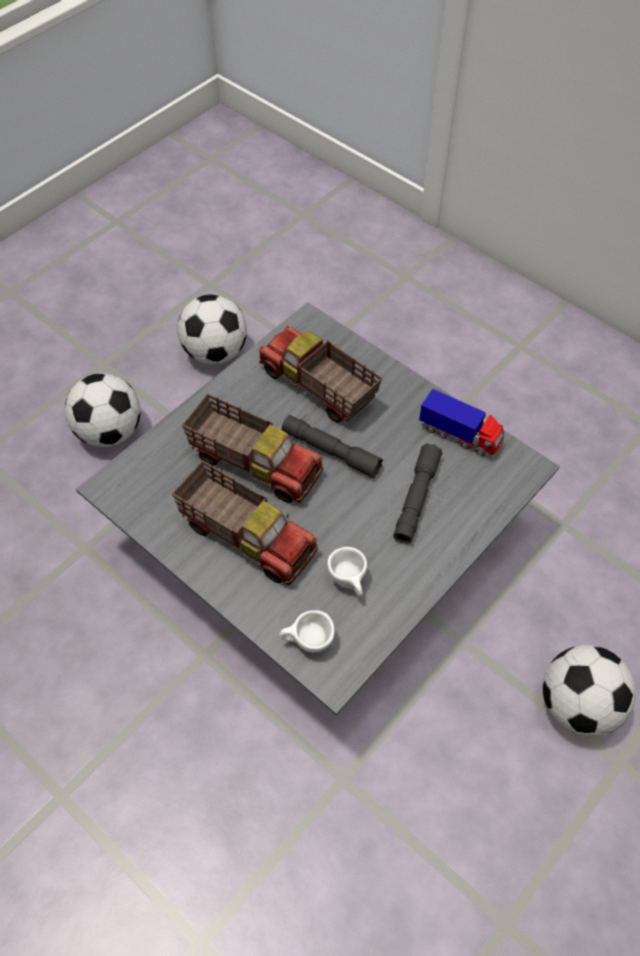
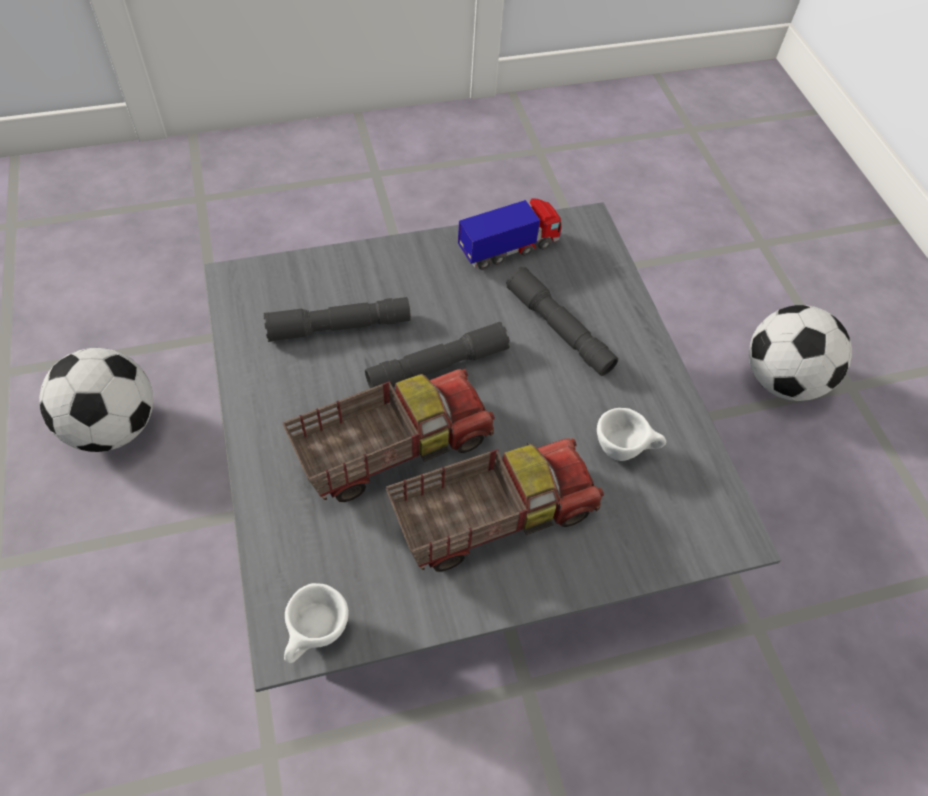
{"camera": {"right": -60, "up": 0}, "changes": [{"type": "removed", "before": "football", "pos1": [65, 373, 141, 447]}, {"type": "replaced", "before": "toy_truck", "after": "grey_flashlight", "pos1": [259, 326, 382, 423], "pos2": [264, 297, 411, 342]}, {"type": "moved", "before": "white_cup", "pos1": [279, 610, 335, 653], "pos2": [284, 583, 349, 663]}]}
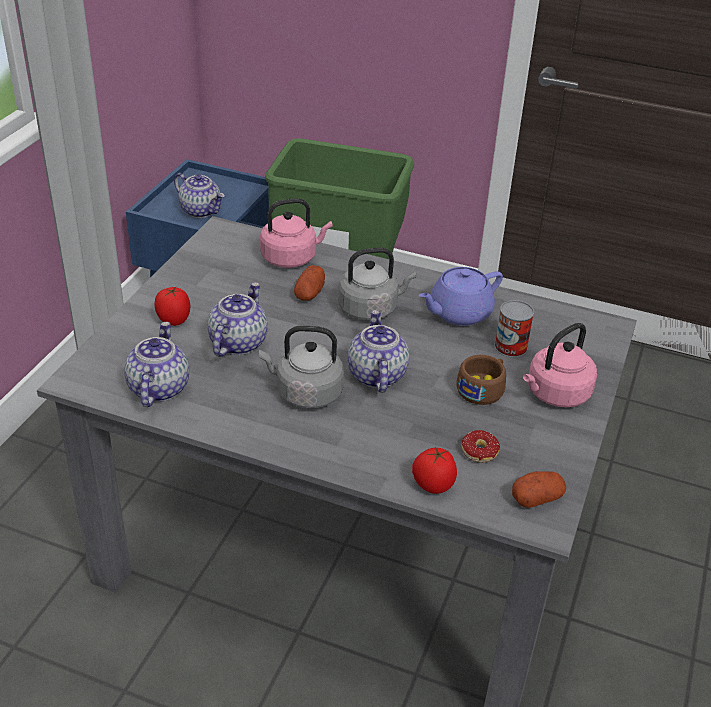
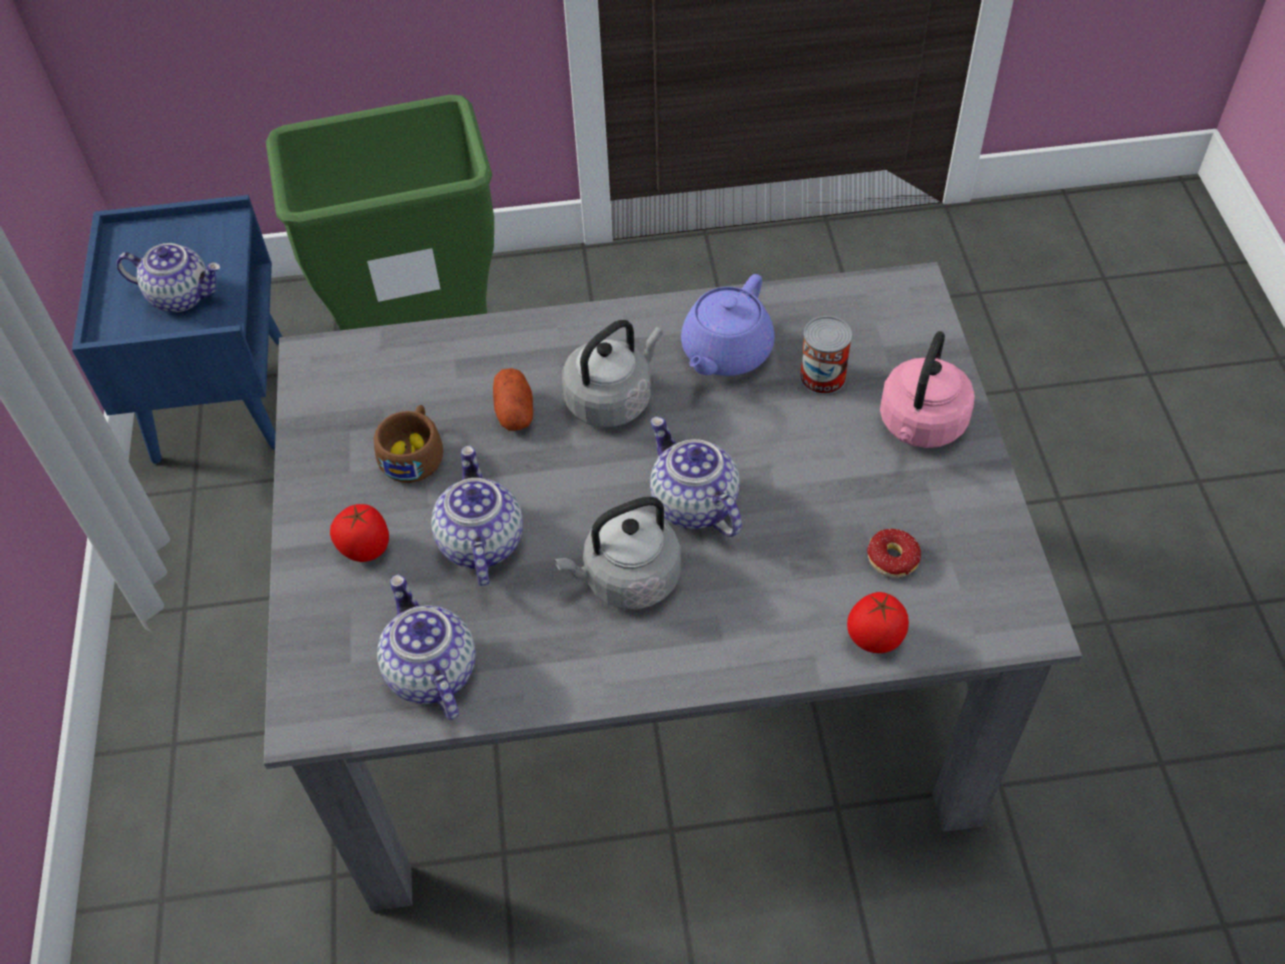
{"camera": {"right": -25, "up": 15}, "changes": [{"type": "removed", "before": "pink_kettle", "pos1": [260, 198, 333, 268]}, {"type": "moved", "before": "brown_cup", "pos1": [456, 355, 506, 405], "pos2": [374, 405, 443, 483]}, {"type": "removed", "before": "potato", "pos1": [512, 471, 566, 508]}]}
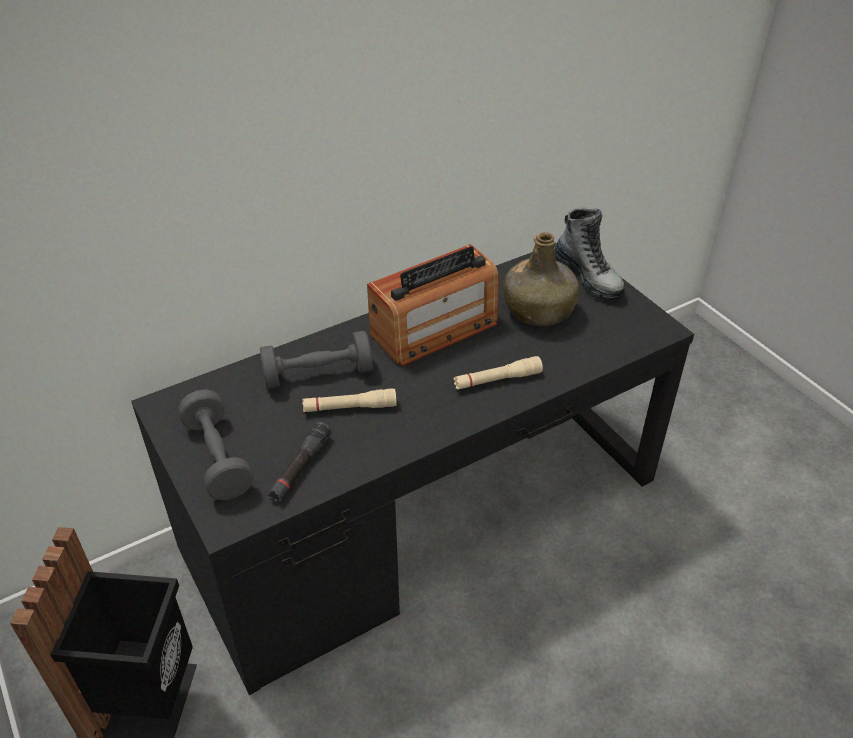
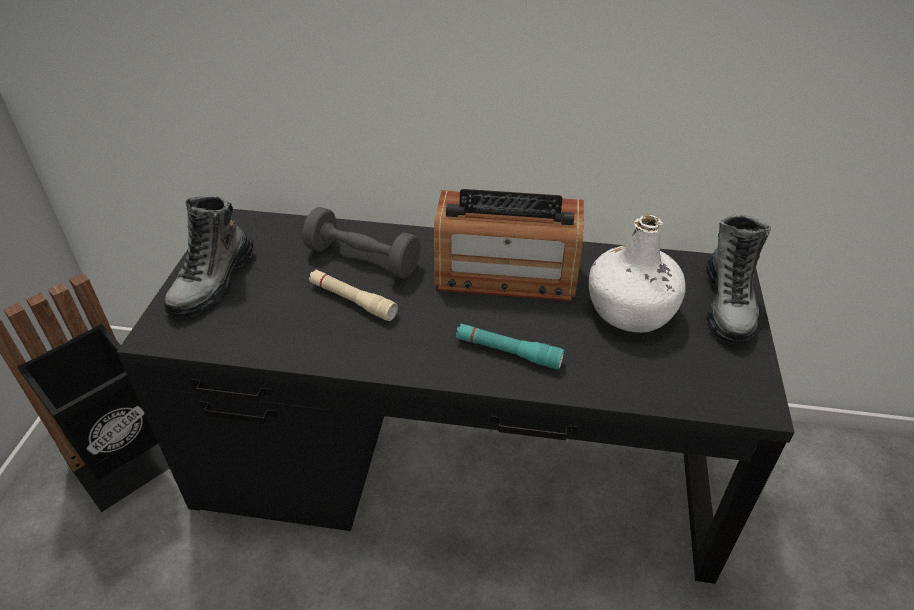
{"camera": {"right": 40, "up": 0}, "changes": [{"type": "replaced", "before": "grey_dumbbell", "after": "boot", "pos1": [178, 389, 254, 500], "pos2": [164, 195, 254, 316]}, {"type": "removed", "before": "black_flashlight", "pos1": [268, 422, 332, 502]}, {"type": "recoloured", "before": "beige_flashlight", "after": "turquoise_flashlight", "pos1": [454, 356, 543, 390], "pos2": [456, 323, 564, 370]}, {"type": "recoloured", "before": "green_bottle", "after": "white_bottle", "pos1": [503, 233, 580, 326], "pos2": [589, 215, 686, 332]}]}
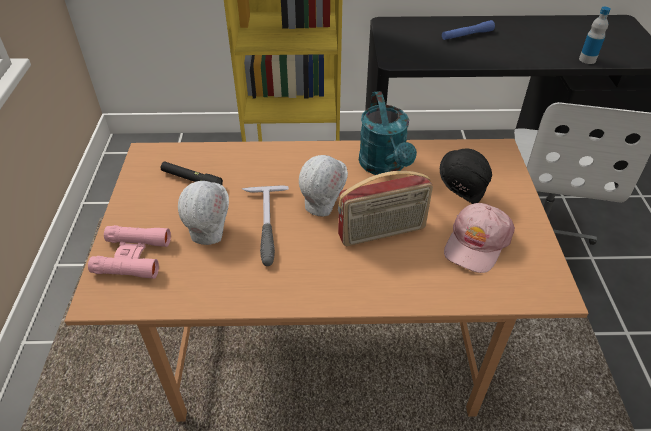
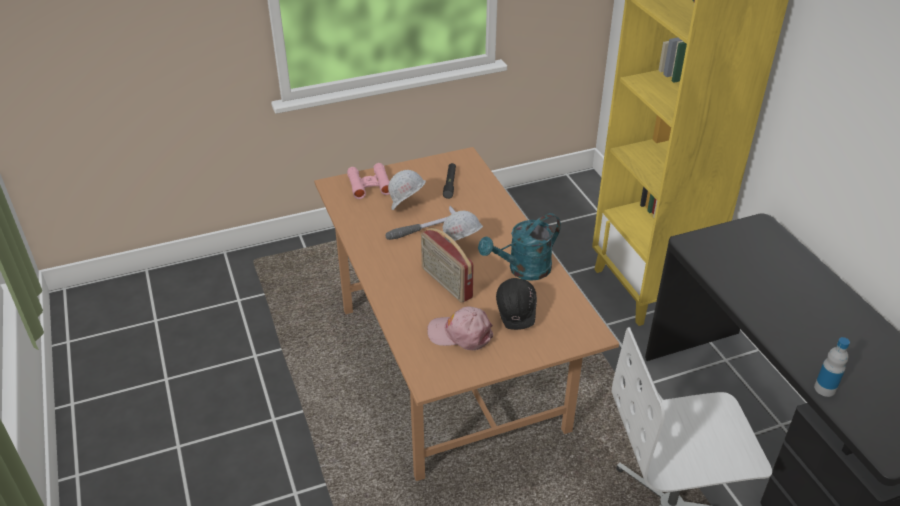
{"camera": {"right": 70, "up": -5}, "changes": [{"type": "removed", "before": "blue_flashlight", "pos1": [442, 20, 495, 40]}]}
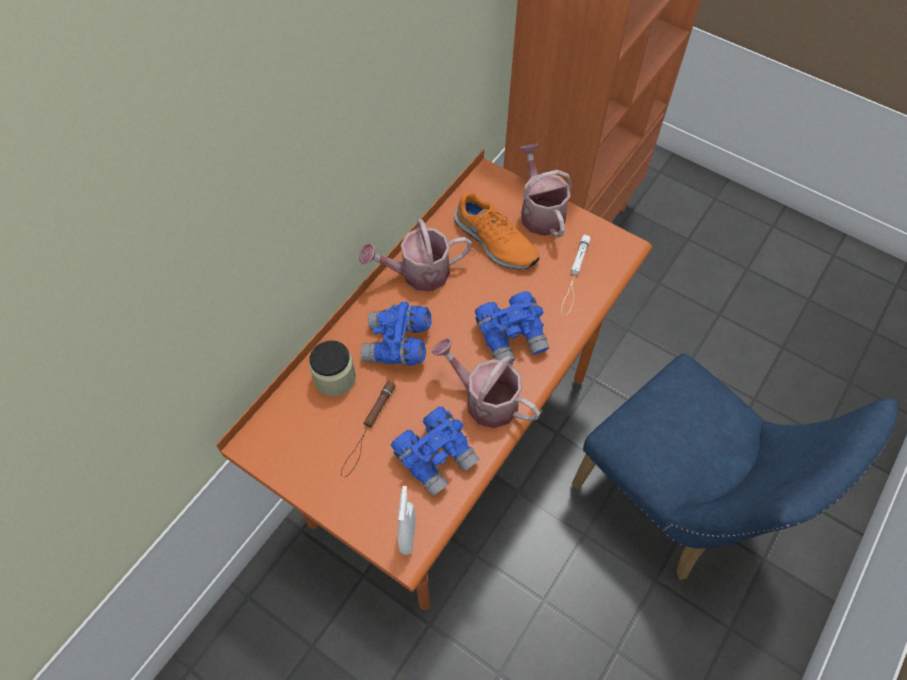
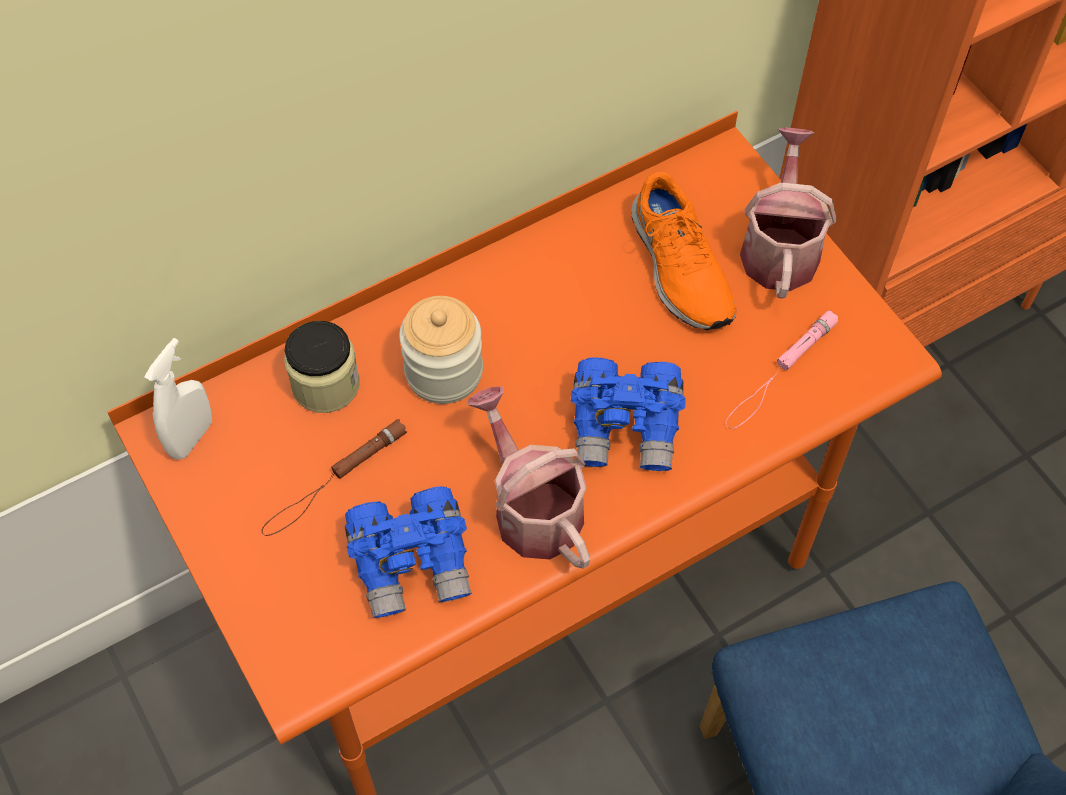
{"camera": {"right": 25, "up": 0}, "changes": [{"type": "removed", "before": "watering_can", "pos1": [359, 219, 472, 291]}, {"type": "replaced", "before": "blue_binoculars", "after": "jar", "pos1": [361, 302, 431, 365], "pos2": [399, 296, 483, 404]}, {"type": "moved", "before": "white_spray_bottle", "pos1": [398, 486, 416, 555], "pos2": [144, 338, 212, 459]}, {"type": "recoloured", "before": "white_flashlight", "after": "pink_flashlight", "pos1": [561, 235, 591, 315], "pos2": [725, 310, 838, 429]}]}
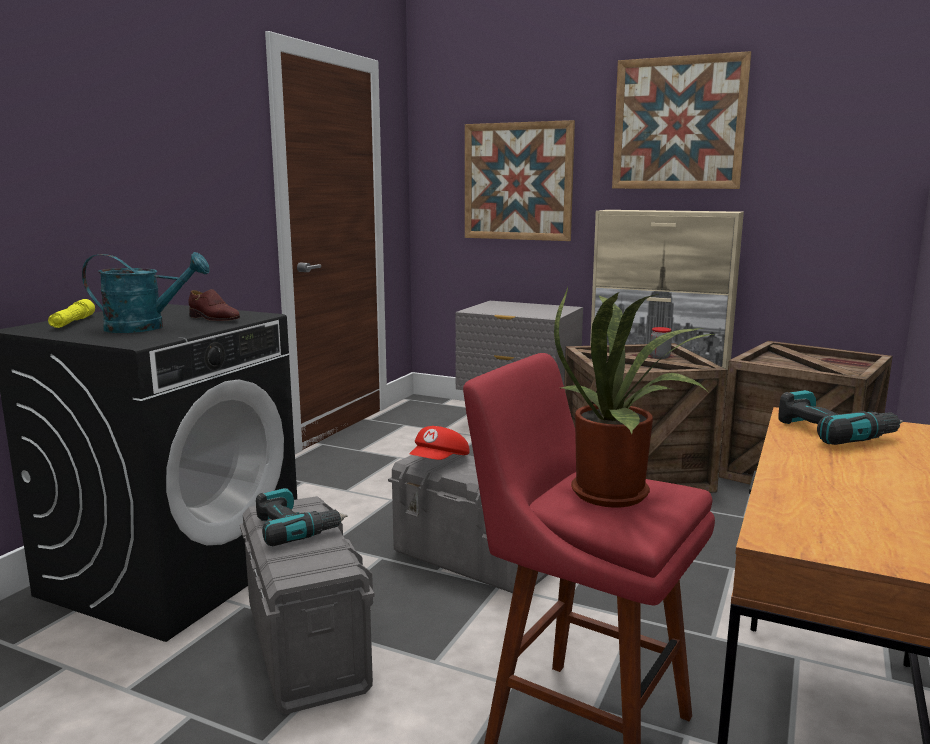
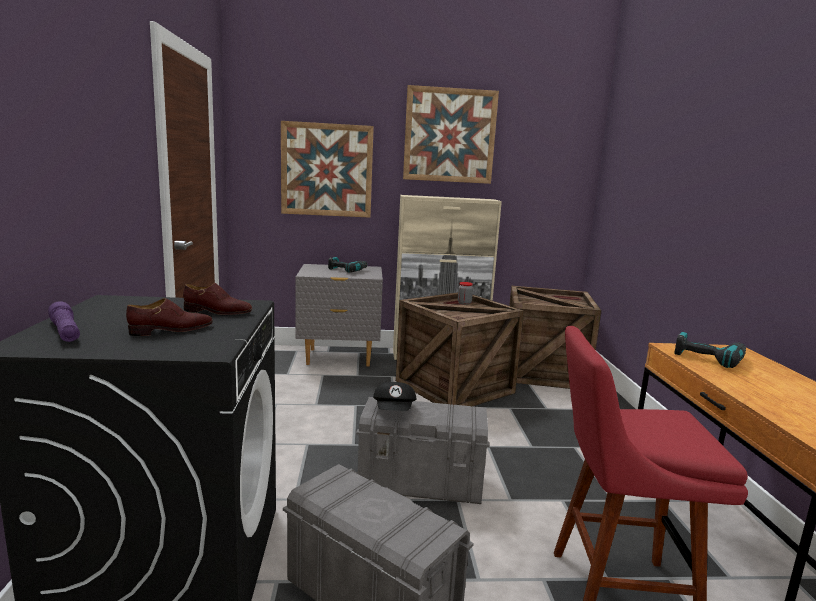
{"camera": {"right": -30, "up": 0}, "changes": [{"type": "recoloured", "before": "yellow_flashlight", "after": "purple_flashlight", "pos1": [48, 299, 95, 328], "pos2": [48, 301, 80, 342]}, {"type": "replaced", "before": "turquoise_watering_can", "after": "brown_shoe", "pos1": [82, 252, 209, 333], "pos2": [126, 298, 213, 336]}, {"type": "moved", "before": "power_drill", "pos1": [256, 488, 348, 546], "pos2": [328, 257, 368, 273]}, {"type": "recoloured", "before": "red_cap", "after": "black_cap", "pos1": [409, 426, 470, 460], "pos2": [373, 382, 416, 411]}, {"type": "removed", "before": "potted_plant", "pos1": [554, 287, 718, 508]}]}
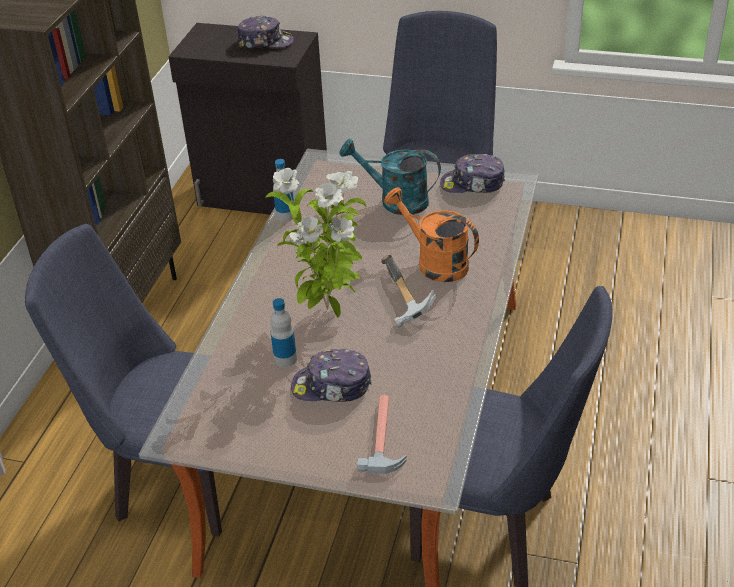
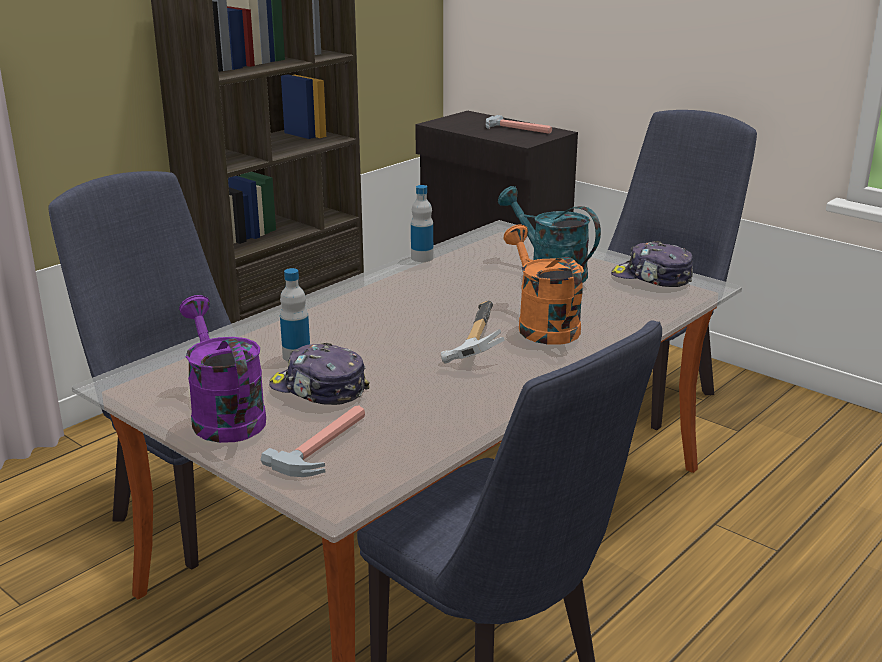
{"camera": {"right": 25, "up": -15}, "changes": [{"type": "replaced", "before": "cap", "after": "hammer", "pos1": [238, 16, 294, 48], "pos2": [486, 115, 552, 134]}, {"type": "removed", "before": "potted_plant", "pos1": [265, 168, 367, 318]}, {"type": "added", "after": "purple_watering_can", "pos2": [179, 295, 266, 443]}]}
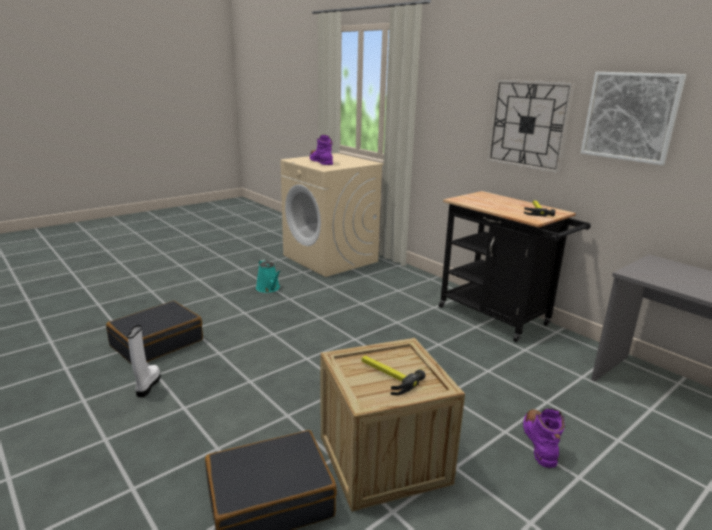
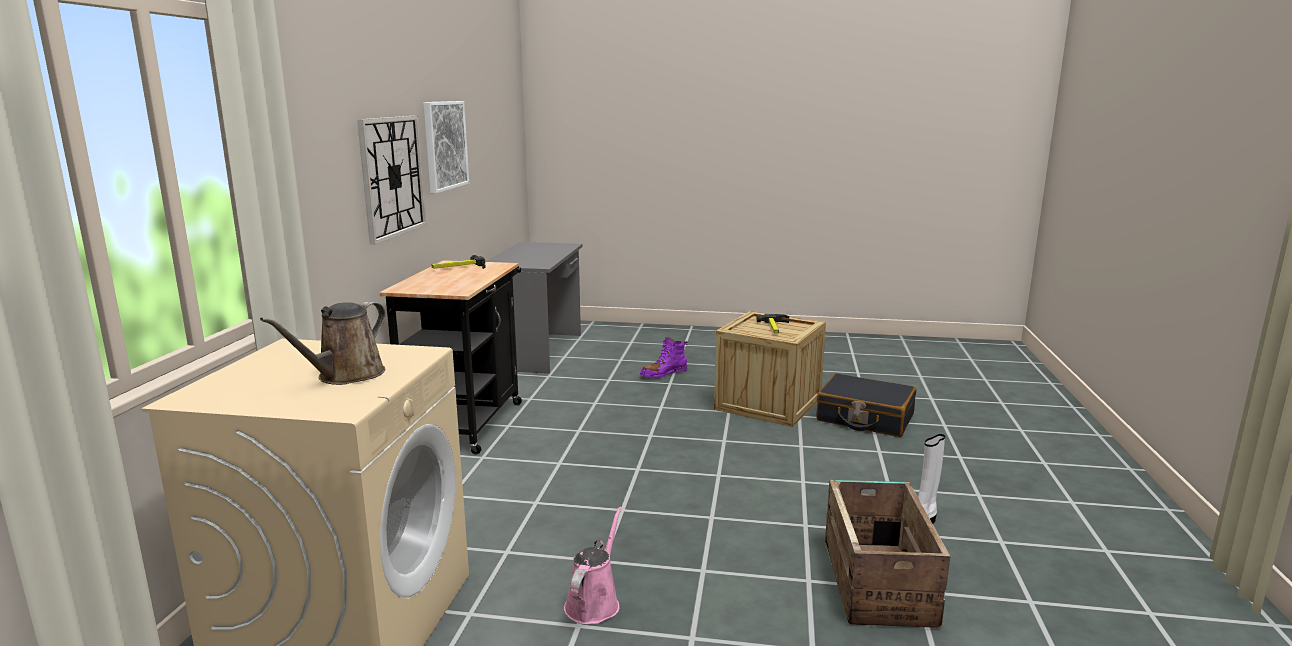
{"camera": {"right": -130, "up": -5}, "changes": [{"type": "replaced", "before": "black_suitcase", "after": "crate", "pos1": [106, 301, 203, 365], "pos2": [825, 480, 950, 628]}, {"type": "recoloured", "before": "turquoise_watering_can", "after": "pink_watering_can", "pos1": [256, 259, 281, 293], "pos2": [564, 507, 622, 625]}, {"type": "replaced", "before": "purple_boot", "after": "brown_watering_can", "pos1": [310, 135, 333, 165], "pos2": [260, 302, 386, 385]}]}
